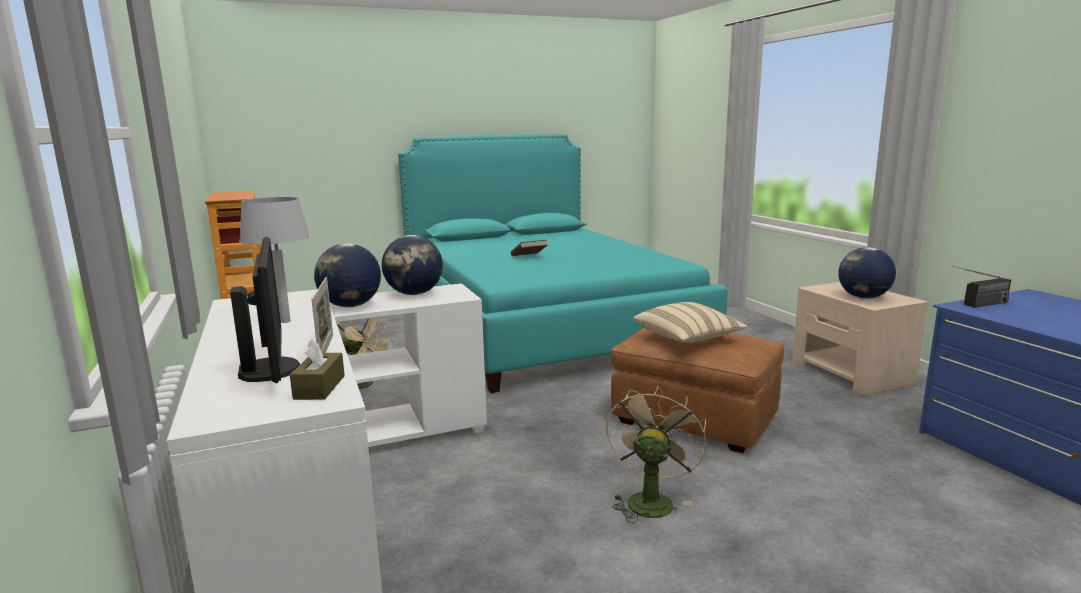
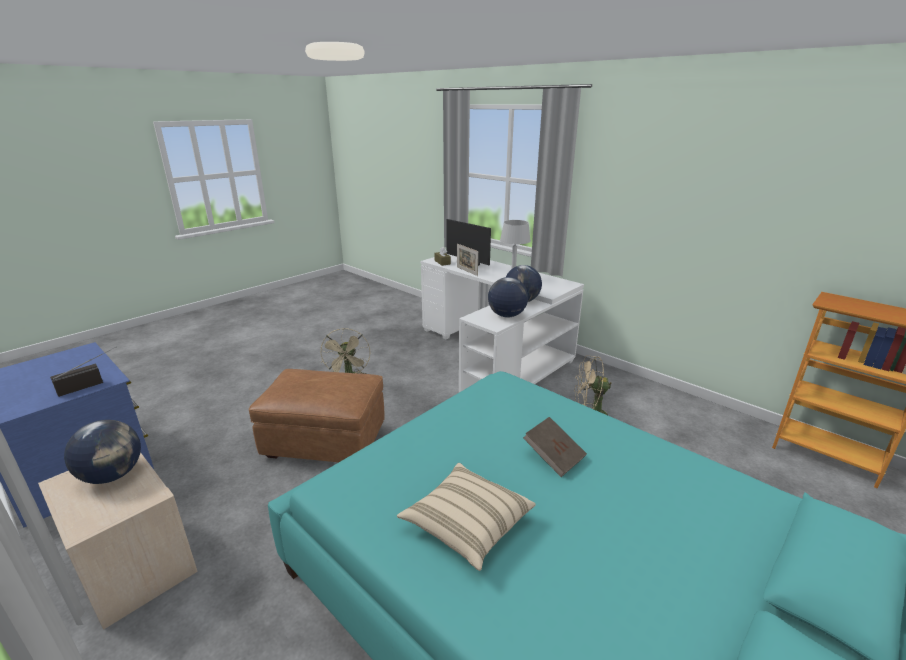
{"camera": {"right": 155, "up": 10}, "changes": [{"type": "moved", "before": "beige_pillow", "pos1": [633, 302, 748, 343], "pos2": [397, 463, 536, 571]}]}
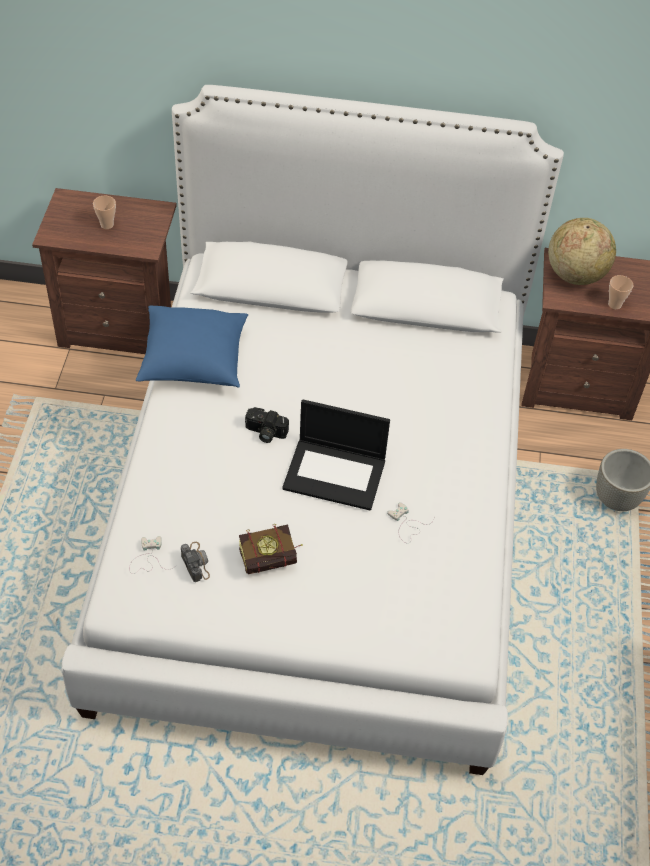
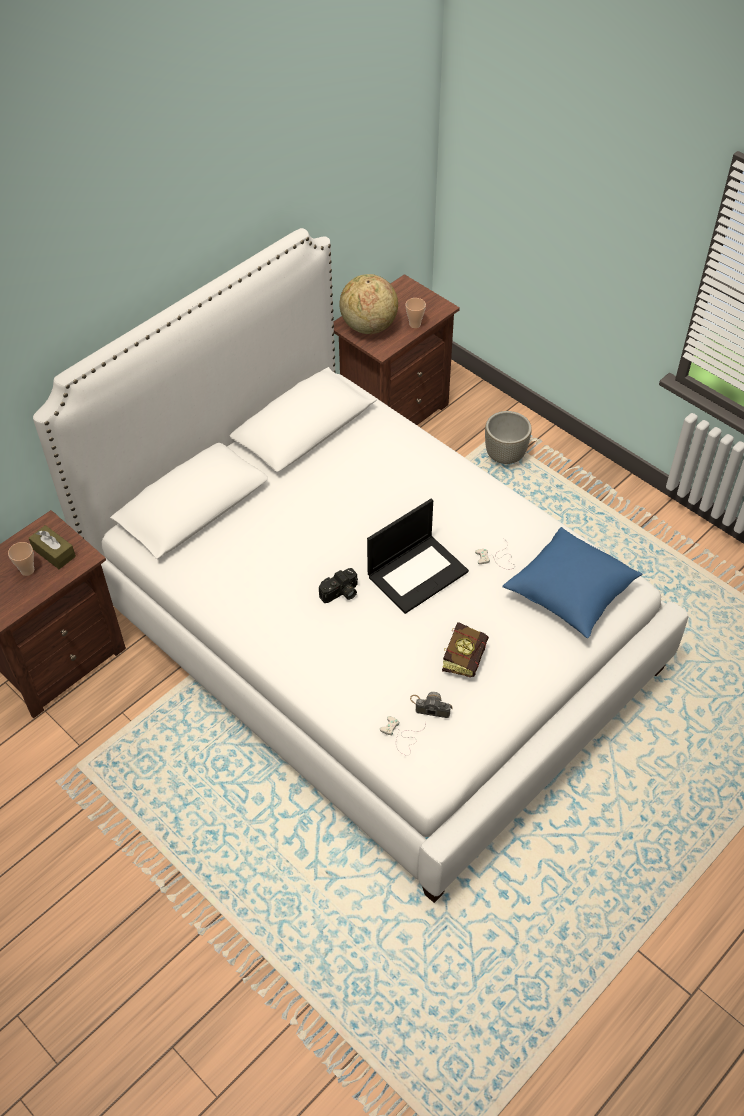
{"camera": {"right": -50, "up": 0}, "changes": [{"type": "moved", "before": "blue_pillow", "pos1": [136, 306, 248, 388], "pos2": [502, 527, 642, 638]}, {"type": "added", "after": "brown_tissue_box", "pos2": [29, 525, 76, 569]}]}
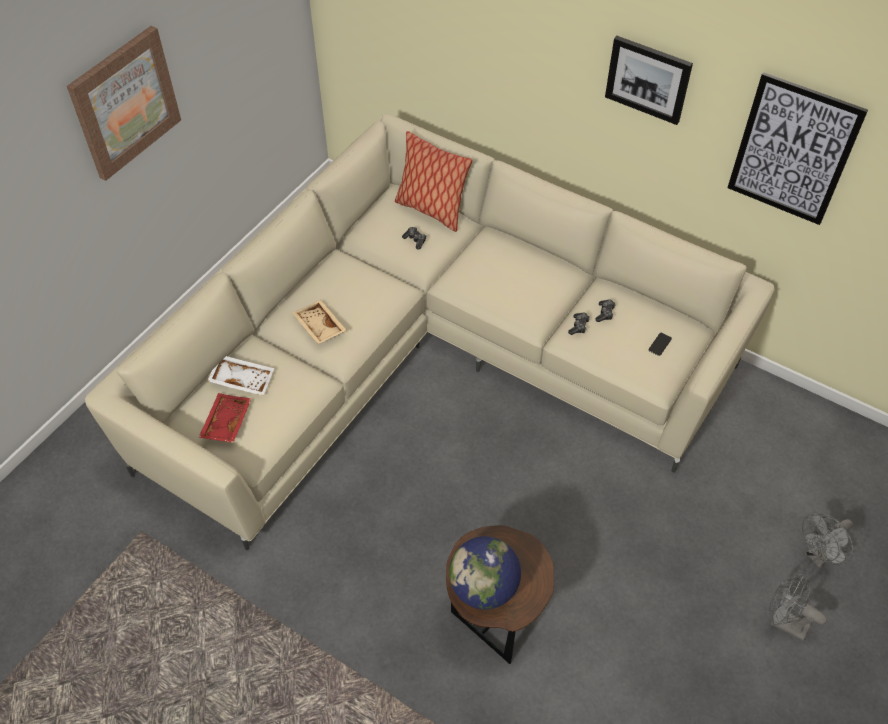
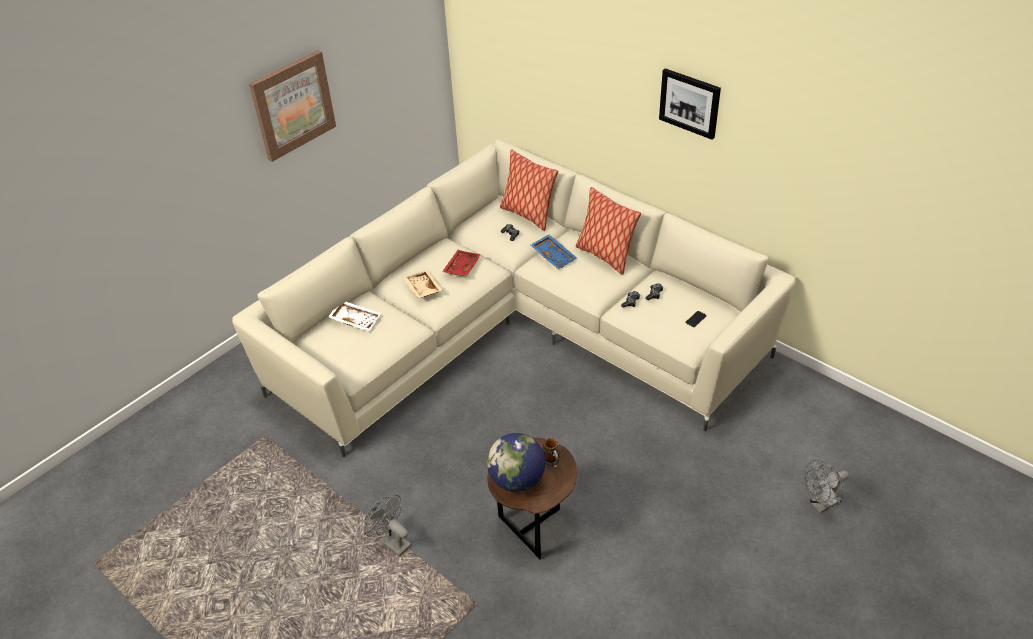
{"camera": {"right": 10, "up": -10}, "changes": [{"type": "moved", "before": "red_tray", "pos1": [199, 393, 251, 443], "pos2": [442, 250, 481, 276]}, {"type": "removed", "before": "picture", "pos1": [728, 72, 868, 225]}, {"type": "moved", "before": "grey_fan", "pos1": [769, 573, 827, 641], "pos2": [364, 495, 411, 557]}, {"type": "added", "after": "blue_tray", "pos2": [531, 234, 577, 269]}, {"type": "added", "after": "mug", "pos2": [543, 438, 560, 468]}, {"type": "added", "after": "pillow", "pos2": [576, 187, 641, 275]}]}
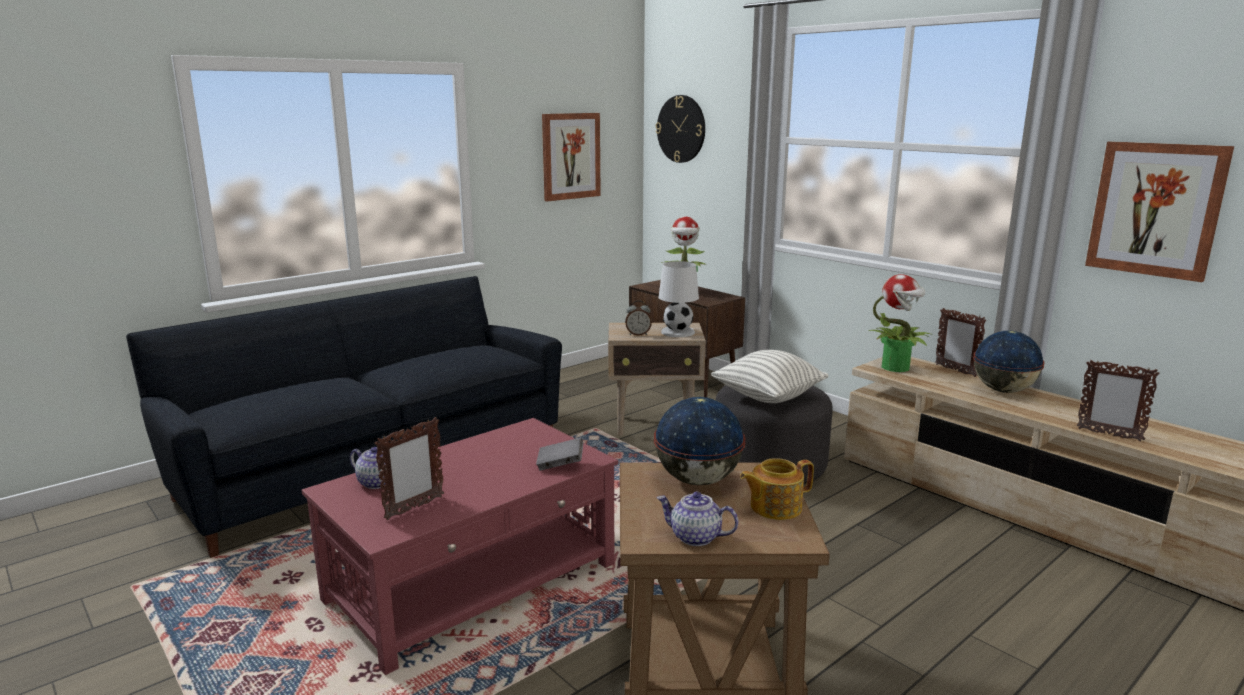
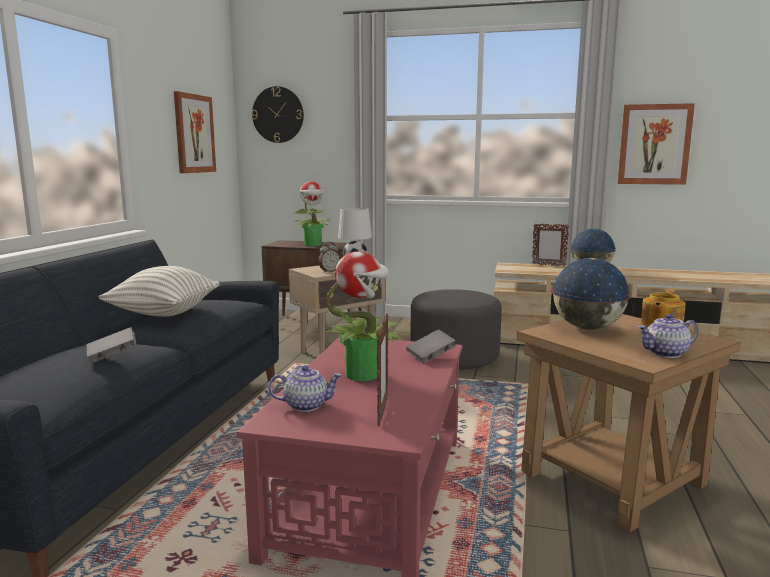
{"camera": {"right": -35, "up": -5}, "changes": [{"type": "moved", "before": "pillow", "pos1": [711, 350, 828, 403], "pos2": [99, 266, 220, 317]}, {"type": "moved", "before": "potted_plant", "pos1": [869, 274, 932, 372], "pos2": [324, 251, 402, 381]}, {"type": "removed", "before": "picture_frame", "pos1": [1076, 360, 1160, 442]}, {"type": "added", "after": "grey_book", "pos2": [87, 327, 137, 363]}]}
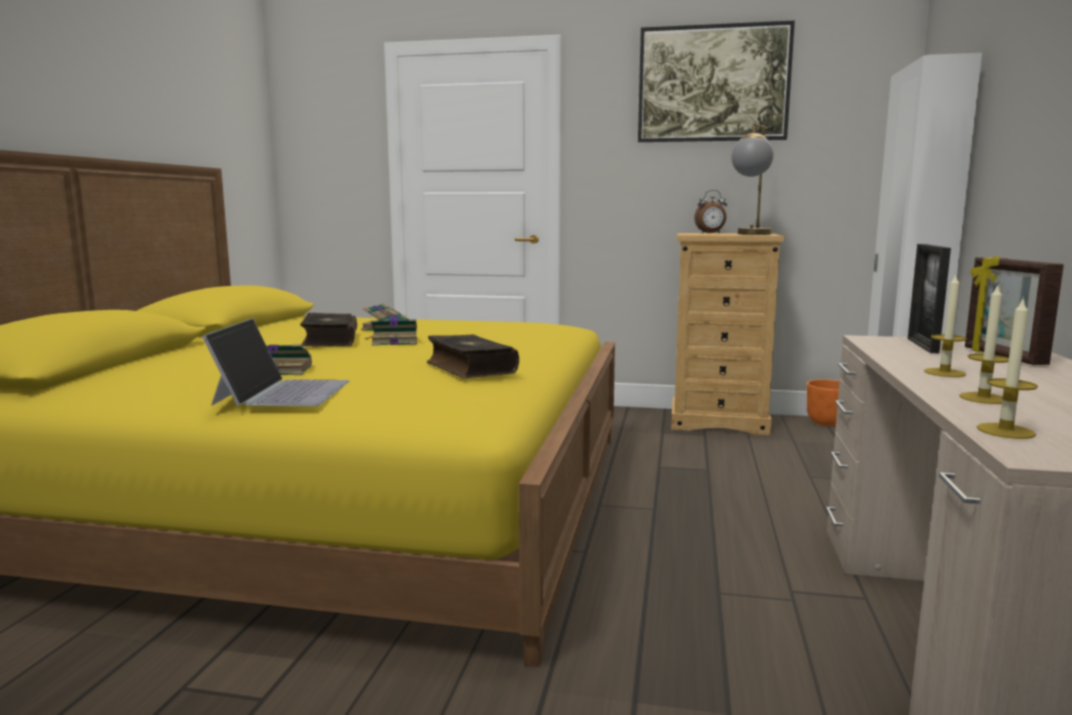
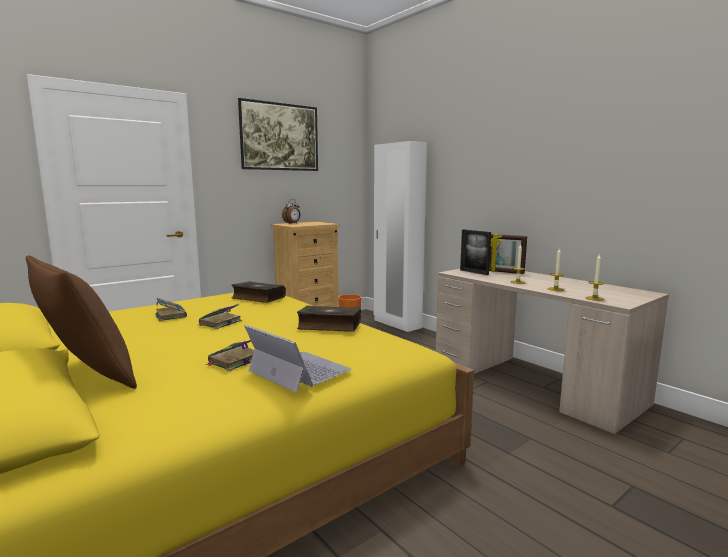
{"camera": {"right": -50, "up": 0}, "changes": [{"type": "moved", "before": "book", "pos1": [300, 313, 357, 347], "pos2": [232, 281, 286, 303]}, {"type": "removed", "before": "table_lamp", "pos1": [731, 123, 774, 235]}, {"type": "added", "after": "brown_pillow", "pos2": [26, 255, 137, 389]}]}
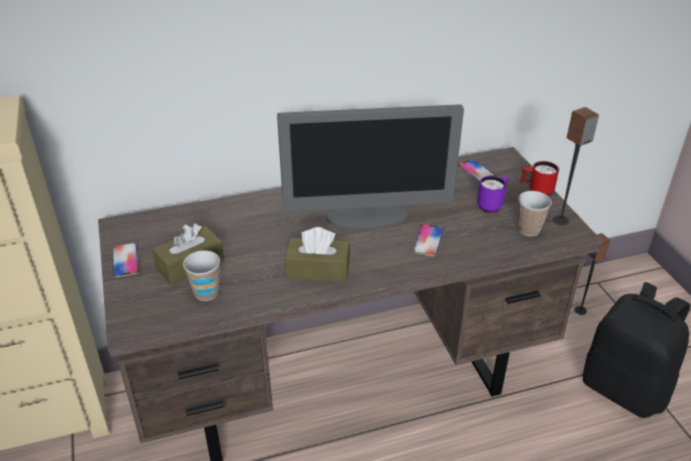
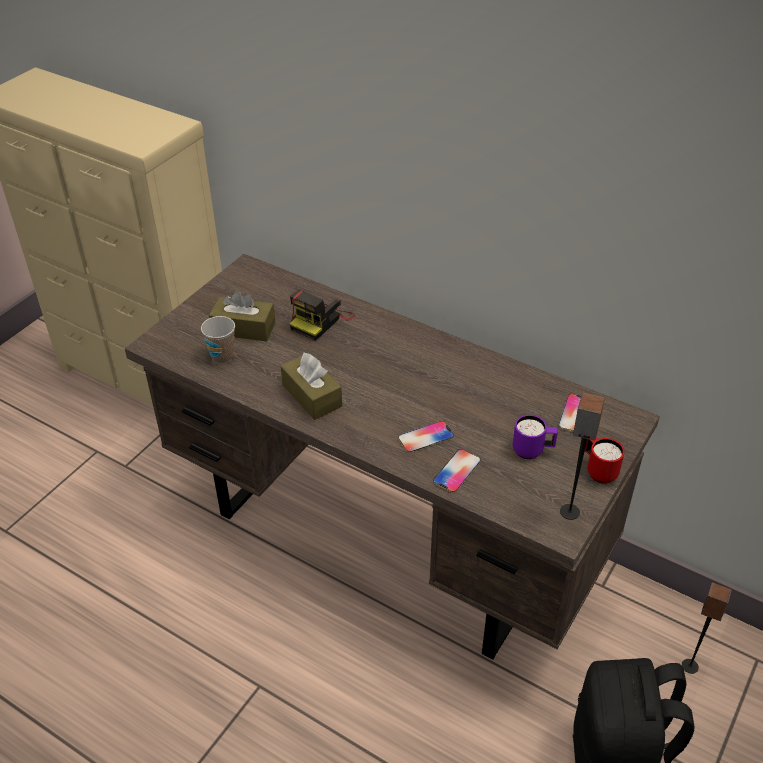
{"camera": {"right": 50, "up": 5}, "changes": [{"type": "moved", "before": "phone", "pos1": [112, 243, 138, 277], "pos2": [433, 449, 481, 493]}, {"type": "removed", "before": "monitor", "pos1": [277, 104, 464, 229]}, {"type": "removed", "before": "cup", "pos1": [518, 191, 552, 236]}, {"type": "added", "after": "photo_camera", "pos2": [290, 290, 355, 341]}]}
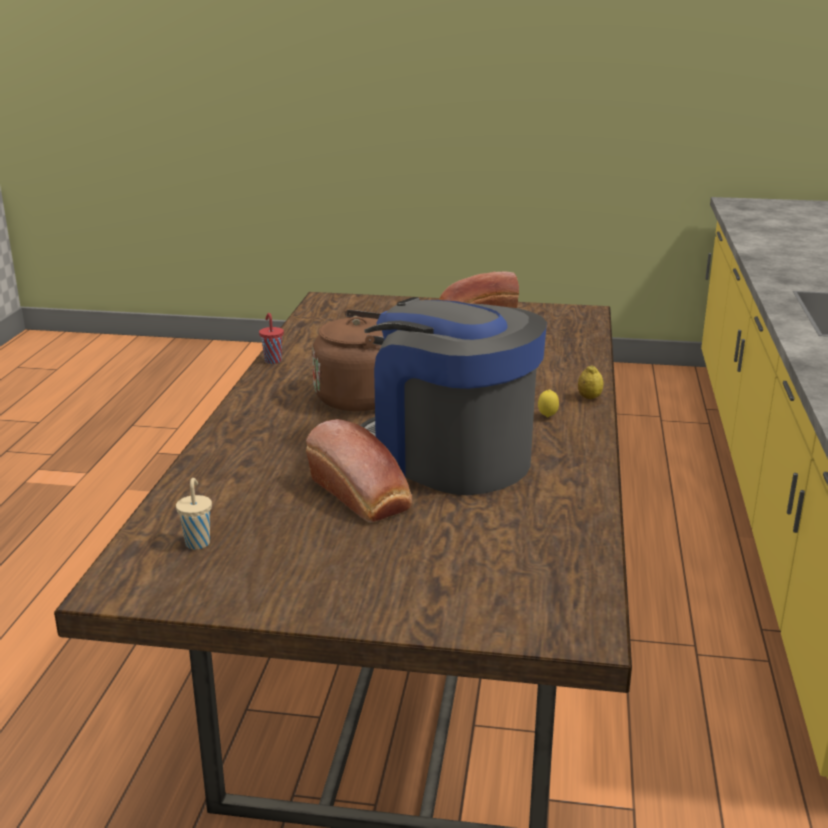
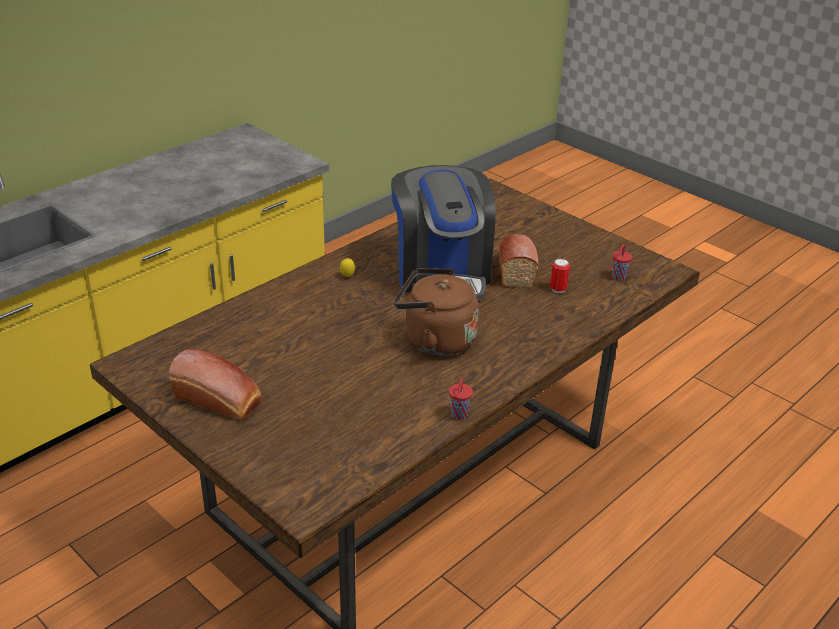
{"camera": {"right": -145, "up": 10}, "changes": [{"type": "recoloured", "before": "beige_cup", "after": "red_cup", "pos1": [176, 478, 212, 550], "pos2": [612, 244, 632, 281]}, {"type": "removed", "before": "lemon", "pos1": [578, 365, 604, 399]}, {"type": "added", "after": "can", "pos2": [550, 259, 570, 293]}]}
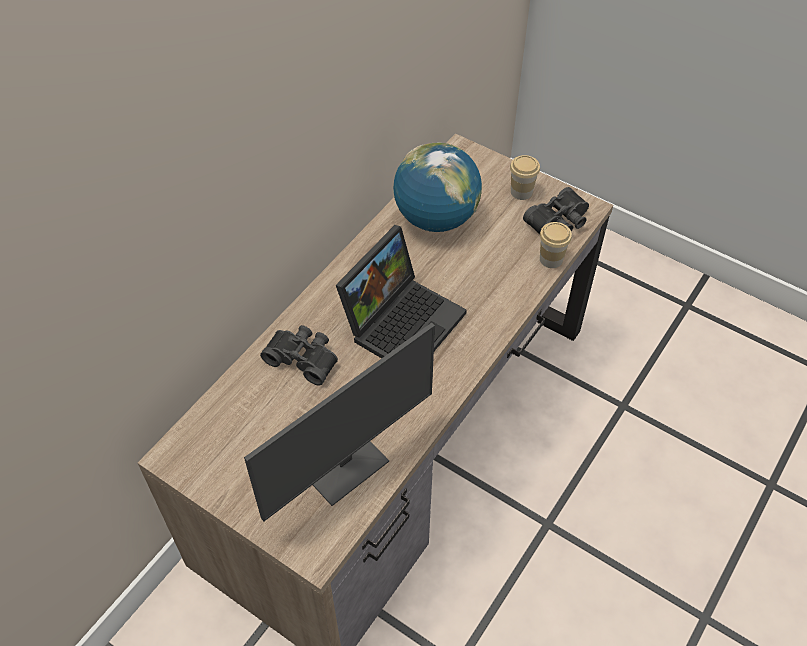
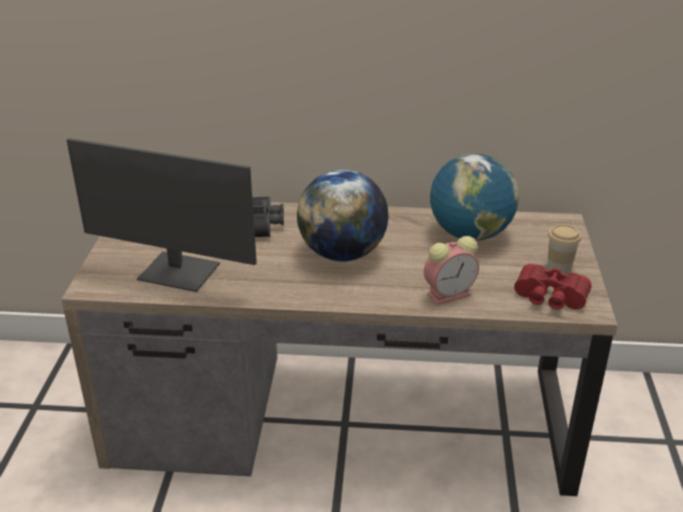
{"camera": {"right": 60, "up": -20}, "changes": [{"type": "replaced", "before": "laptop", "after": "globe", "pos1": [336, 225, 467, 358], "pos2": [297, 170, 389, 261]}, {"type": "recoloured", "before": "black_binoculars", "after": "red_binoculars", "pos1": [523, 187, 589, 234], "pos2": [514, 264, 592, 310]}, {"type": "removed", "before": "cup", "pos1": [540, 222, 572, 268]}, {"type": "added", "after": "alarm_clock", "pos2": [424, 236, 479, 305]}]}
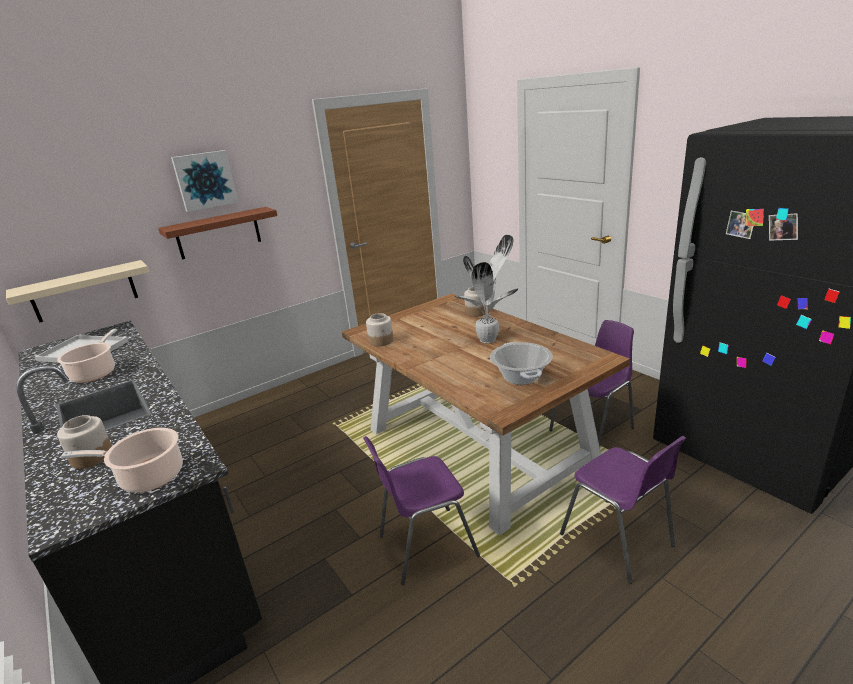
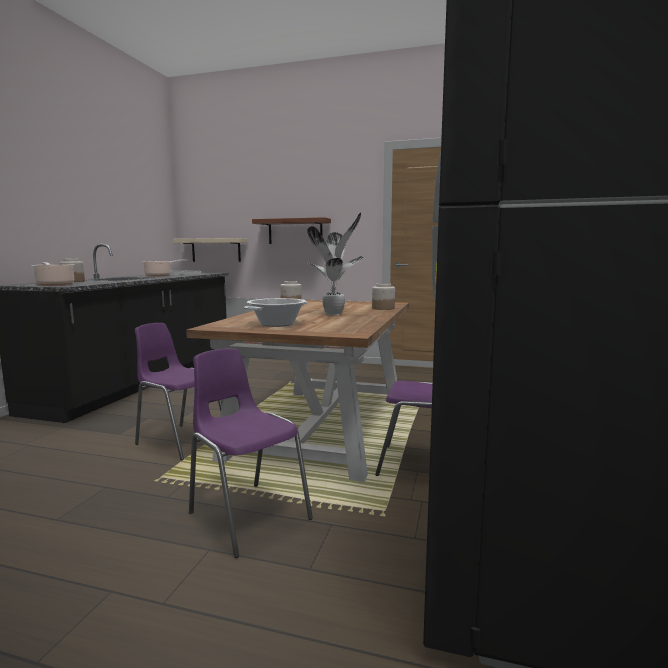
{"camera": {"right": 50, "up": -15}, "changes": [{"type": "removed", "before": "picture", "pos1": [171, 150, 238, 212]}, {"type": "turned", "before": "purple_chair", "pos1": [560, 436, 686, 584], "pos2": [189, 348, 313, 558], "turn": 120}]}
